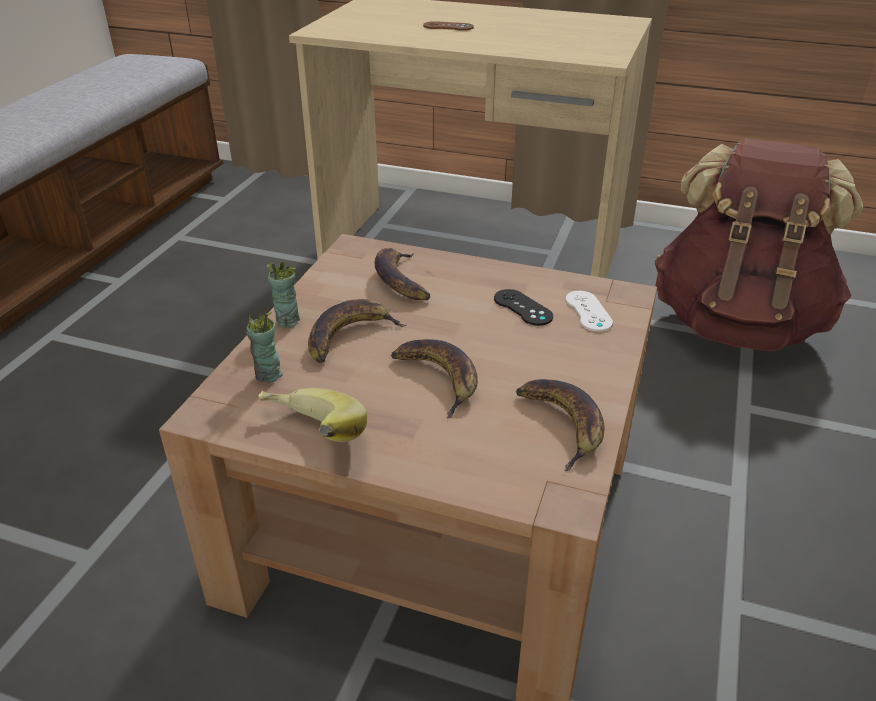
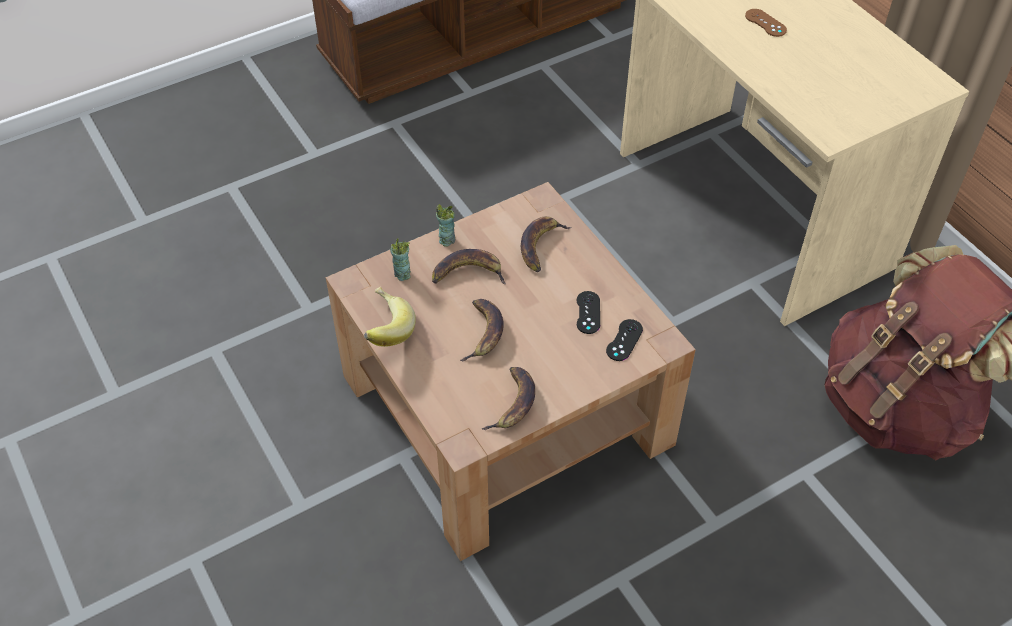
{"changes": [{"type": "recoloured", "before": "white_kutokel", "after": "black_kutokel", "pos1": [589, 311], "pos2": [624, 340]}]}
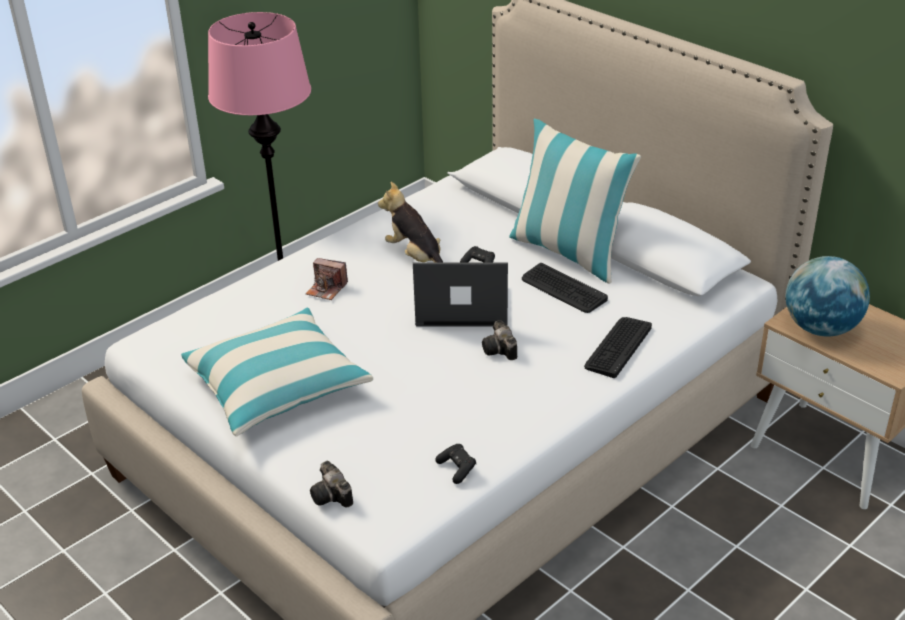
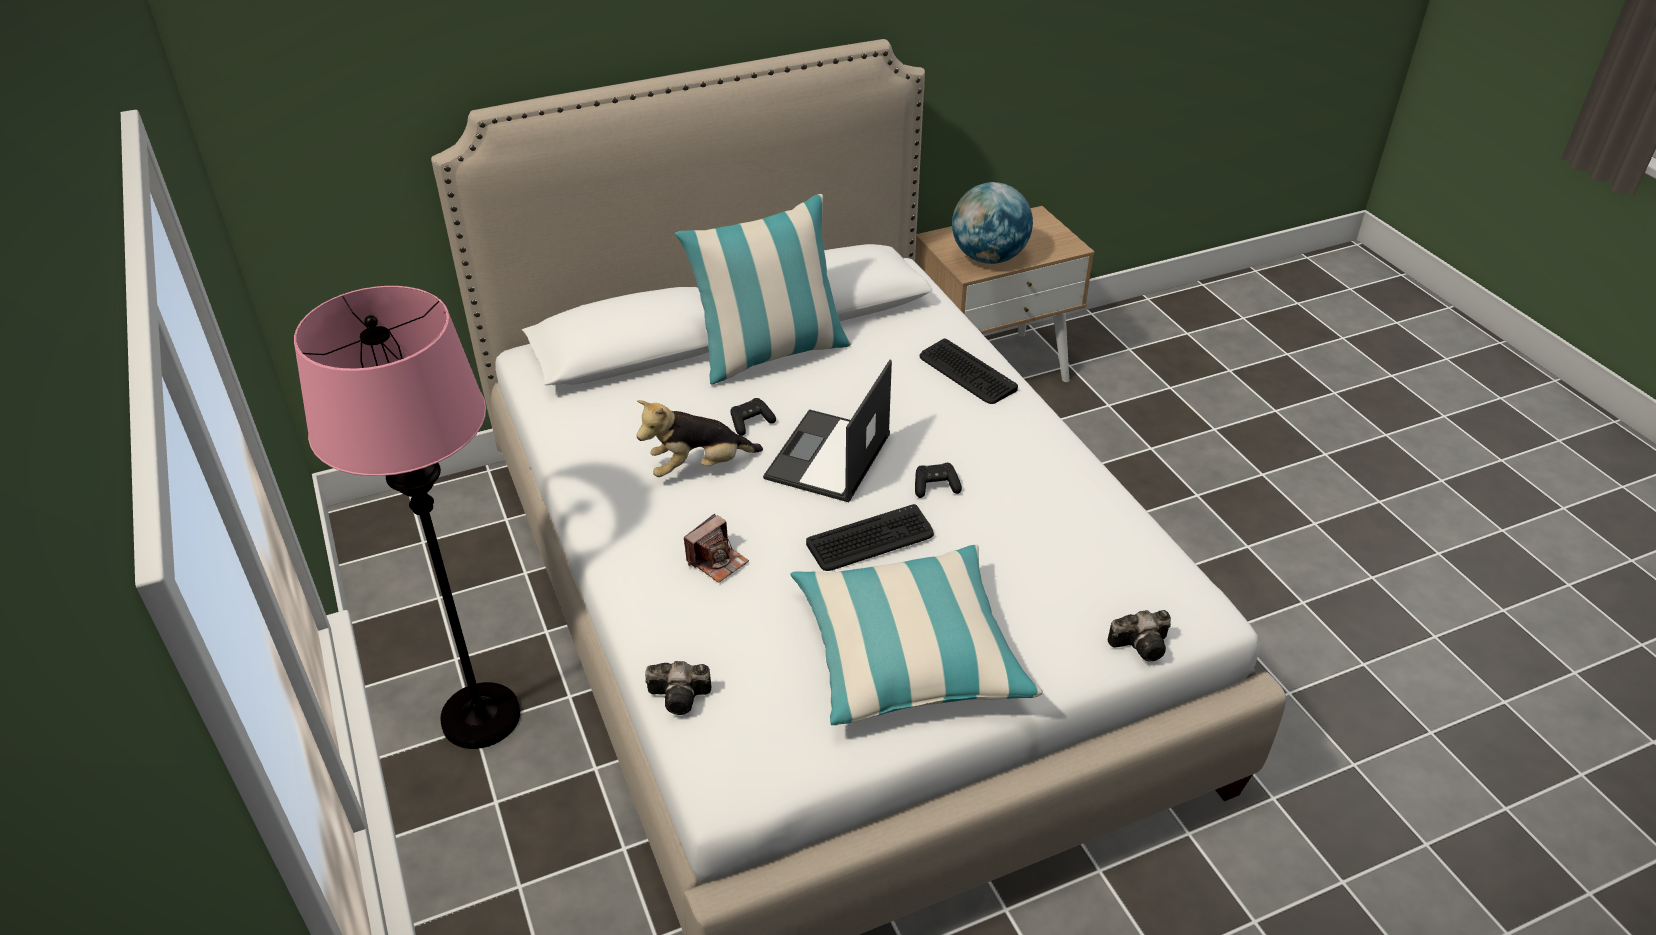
{"changes": [{"type": "moved", "before": "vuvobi", "pos1": [565, 288], "pos2": [870, 537]}, {"type": "moved", "before": "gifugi", "pos1": [499, 340], "pos2": [678, 688]}, {"type": "moved", "before": "black_kutokel", "pos1": [455, 464], "pos2": [938, 480]}]}
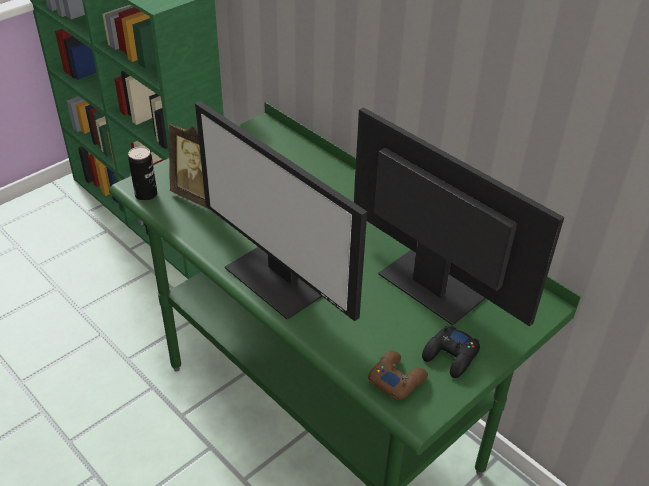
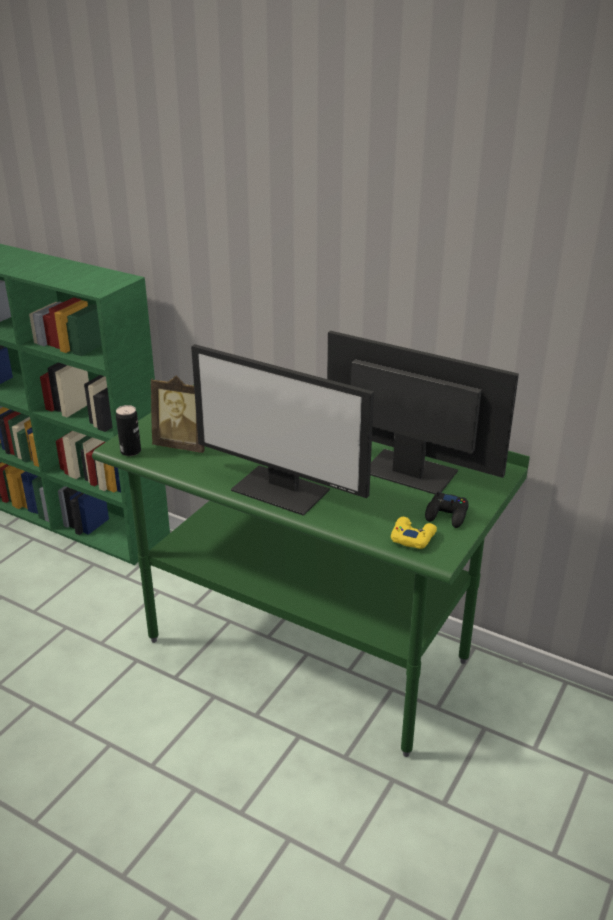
{"changes": [{"type": "recoloured", "before": "brown_kutokel", "after": "yellow_kutokel", "pos1": [398, 375], "pos2": [414, 533]}]}
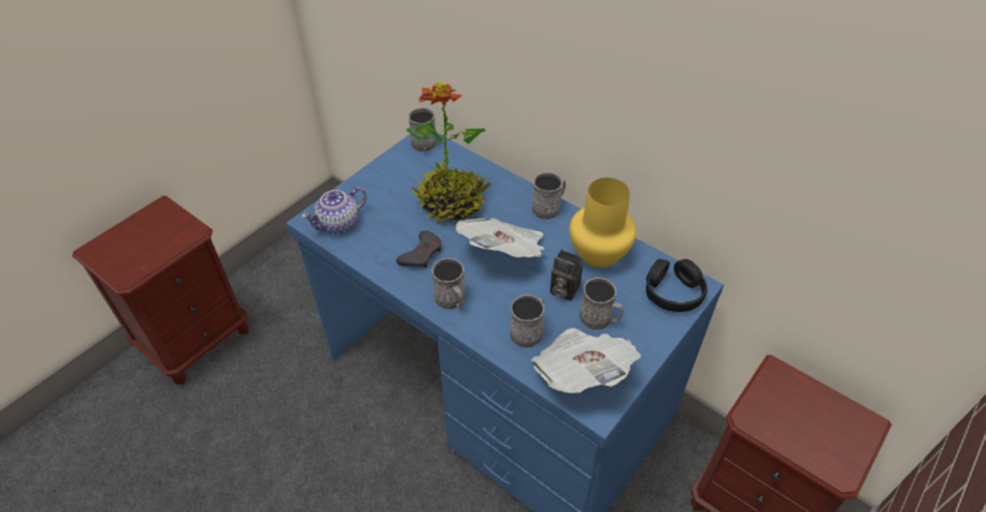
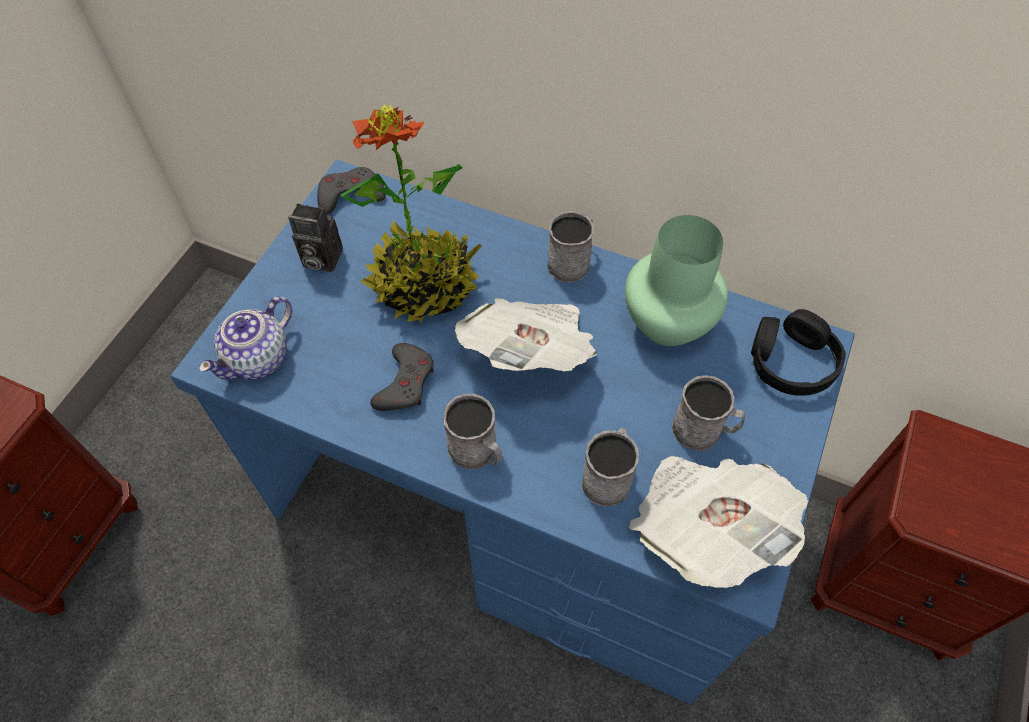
{"changes": [{"type": "replaced", "before": "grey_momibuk", "after": "grey_kutokel", "pos1": [422, 130], "pos2": [351, 190]}, {"type": "recoloured", "before": "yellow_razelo", "after": "green_razelo", "pos1": [602, 223], "pos2": [676, 280]}, {"type": "moved", "before": "gifugi", "pos1": [566, 275], "pos2": [315, 238]}]}
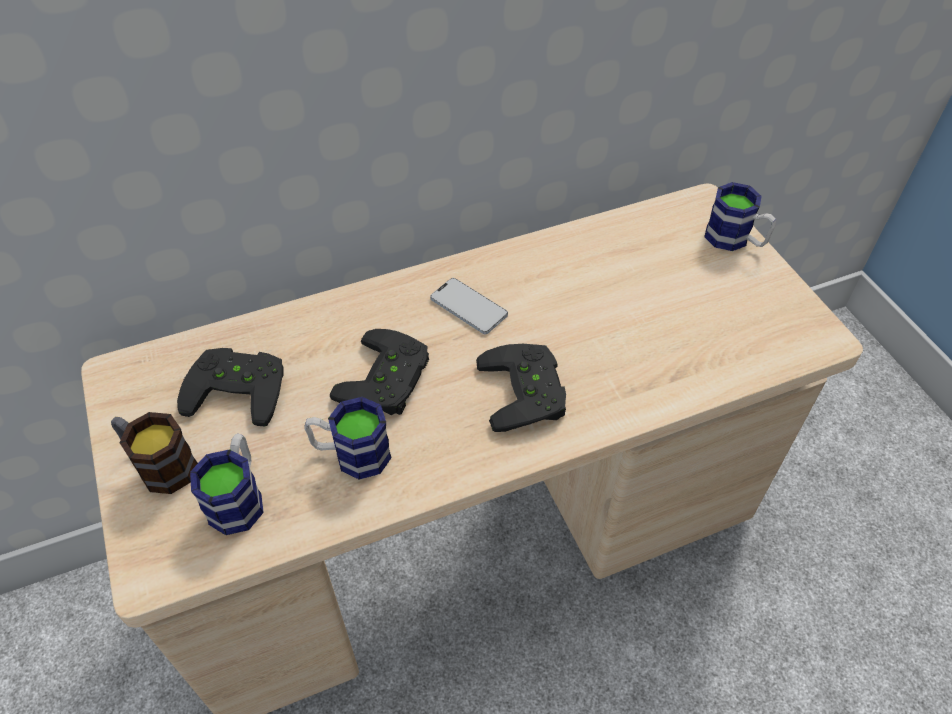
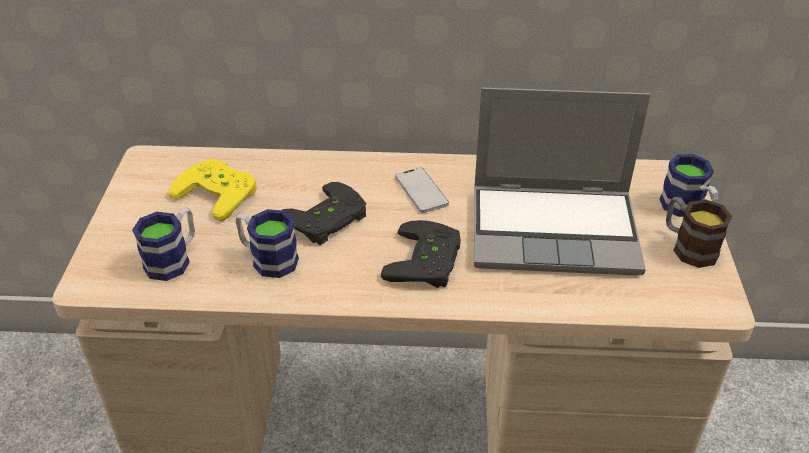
{"changes": [{"type": "recoloured", "before": "black_kutokel", "after": "yellow_kutokel", "pos1": [230, 387], "pos2": [213, 190]}, {"type": "moved", "before": "momibuk", "pos1": [154, 453], "pos2": [699, 232]}, {"type": "added", "after": "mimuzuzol", "pos2": [562, 181]}]}
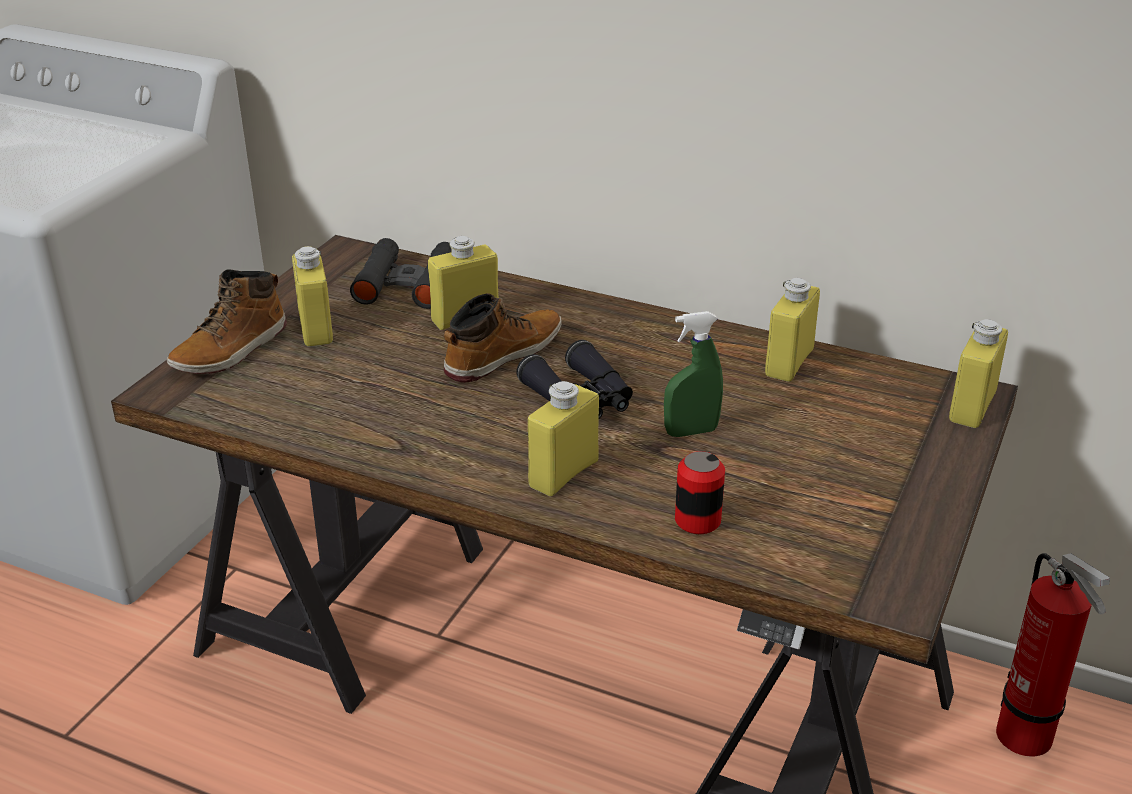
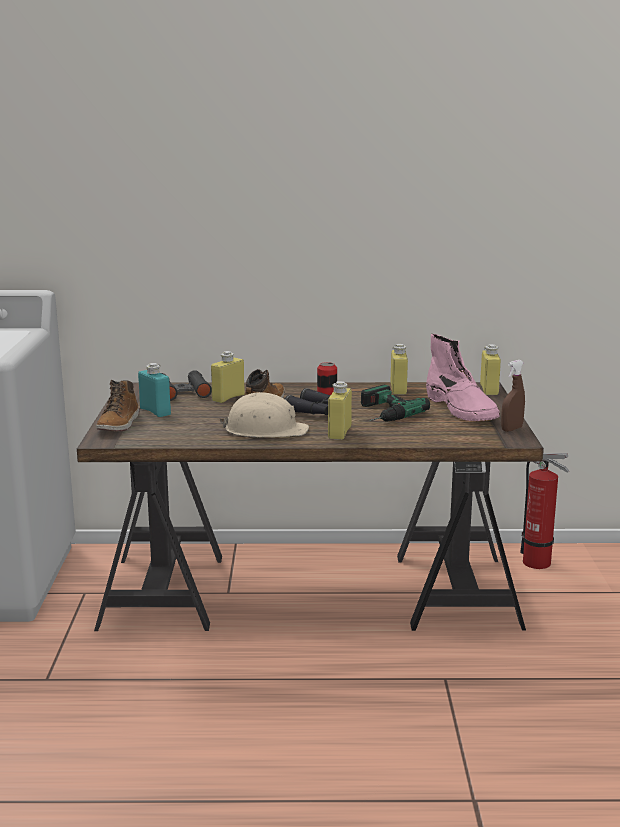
{"changes": [{"type": "recoloured", "before": "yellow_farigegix", "after": "turquoise_farigegix", "pos1": [312, 296], "pos2": [154, 390]}, {"type": "replaced", "before": "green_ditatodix", "after": "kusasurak", "pos1": [693, 374], "pos2": [395, 403]}, {"type": "moved", "before": "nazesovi", "pos1": [700, 492], "pos2": [327, 378]}, {"type": "added", "after": "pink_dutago", "pos2": [463, 377]}, {"type": "added", "after": "brown_ditatodix", "pos2": [513, 396]}, {"type": "added", "after": "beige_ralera", "pos2": [264, 414]}]}
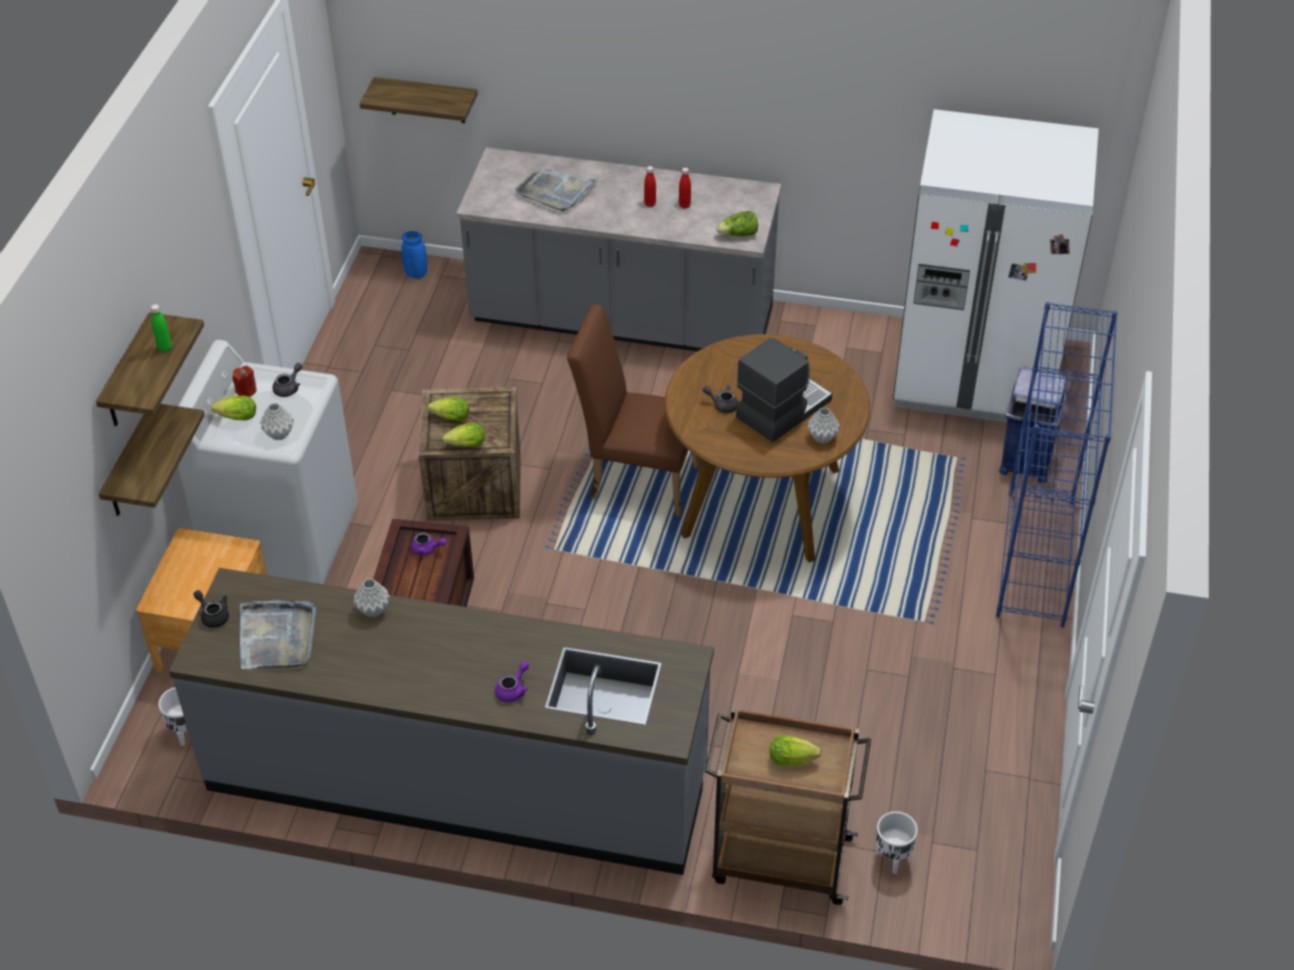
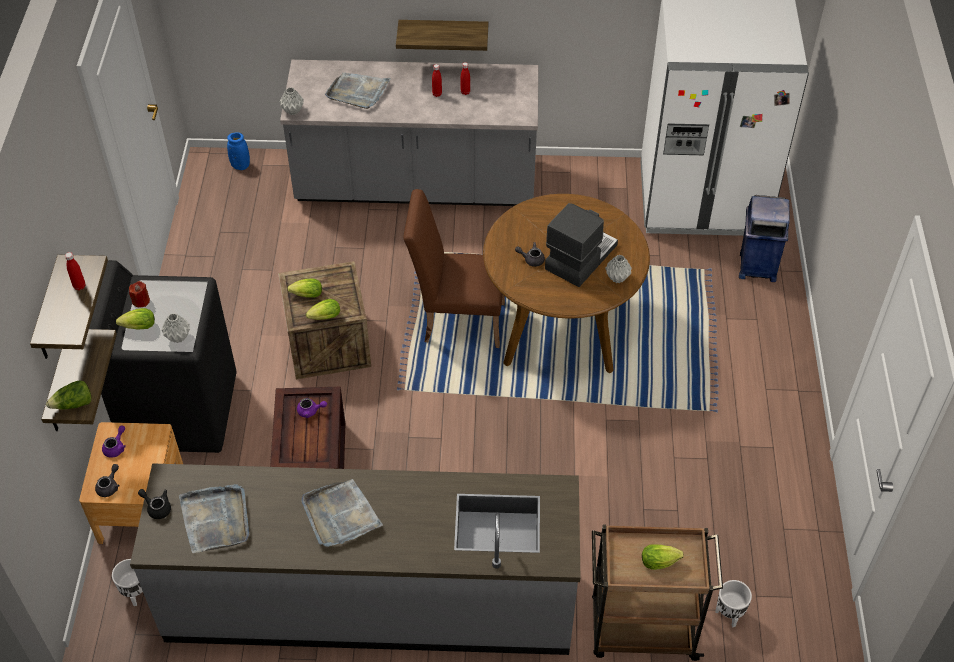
{"changes": [{"type": "moved", "before": "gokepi", "pos1": [418, 100], "pos2": [442, 35]}, {"type": "moved", "before": "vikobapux", "pos1": [737, 224], "pos2": [68, 394]}, {"type": "removed", "before": "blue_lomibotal", "pos1": [1057, 464]}, {"type": "recoloured", "before": "green_farigegix", "after": "red_farigegix", "pos1": [161, 328], "pos2": [75, 271]}, {"type": "recoloured", "before": "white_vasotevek", "after": "black_vasotevek", "pos1": [268, 462], "pos2": [163, 356]}, {"type": "moved", "before": "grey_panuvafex", "pos1": [287, 380], "pos2": [107, 480]}, {"type": "moved", "before": "grey_razelo", "pos1": [372, 598], "pos2": [292, 101]}, {"type": "moved", "before": "purple_panuvafex", "pos1": [512, 681], "pos2": [114, 441]}, {"type": "added", "after": "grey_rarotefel", "pos2": [342, 513]}]}
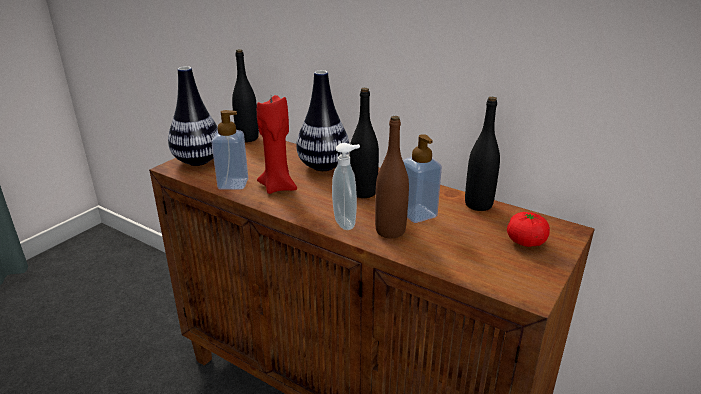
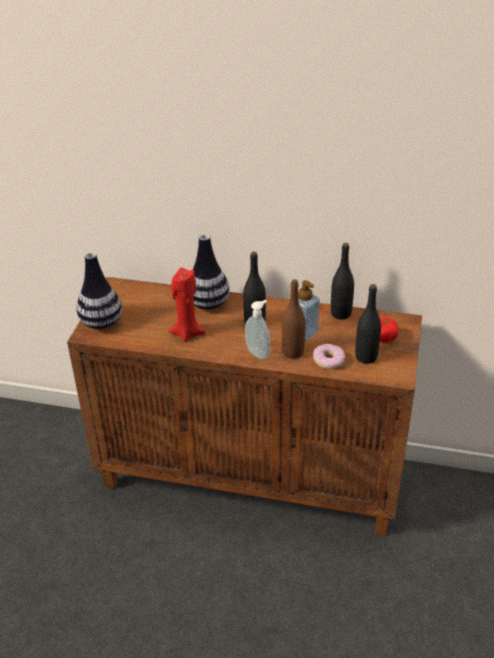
{"changes": [{"type": "moved", "before": "black_farigegix", "pos1": [245, 95], "pos2": [368, 324]}, {"type": "removed", "before": "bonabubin", "pos1": [229, 150]}, {"type": "added", "after": "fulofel", "pos2": [329, 356]}]}
